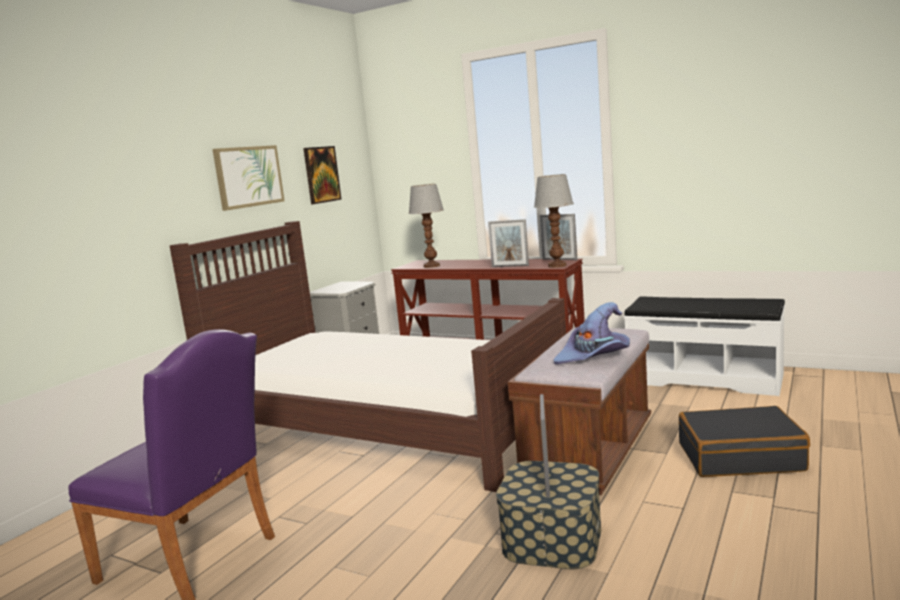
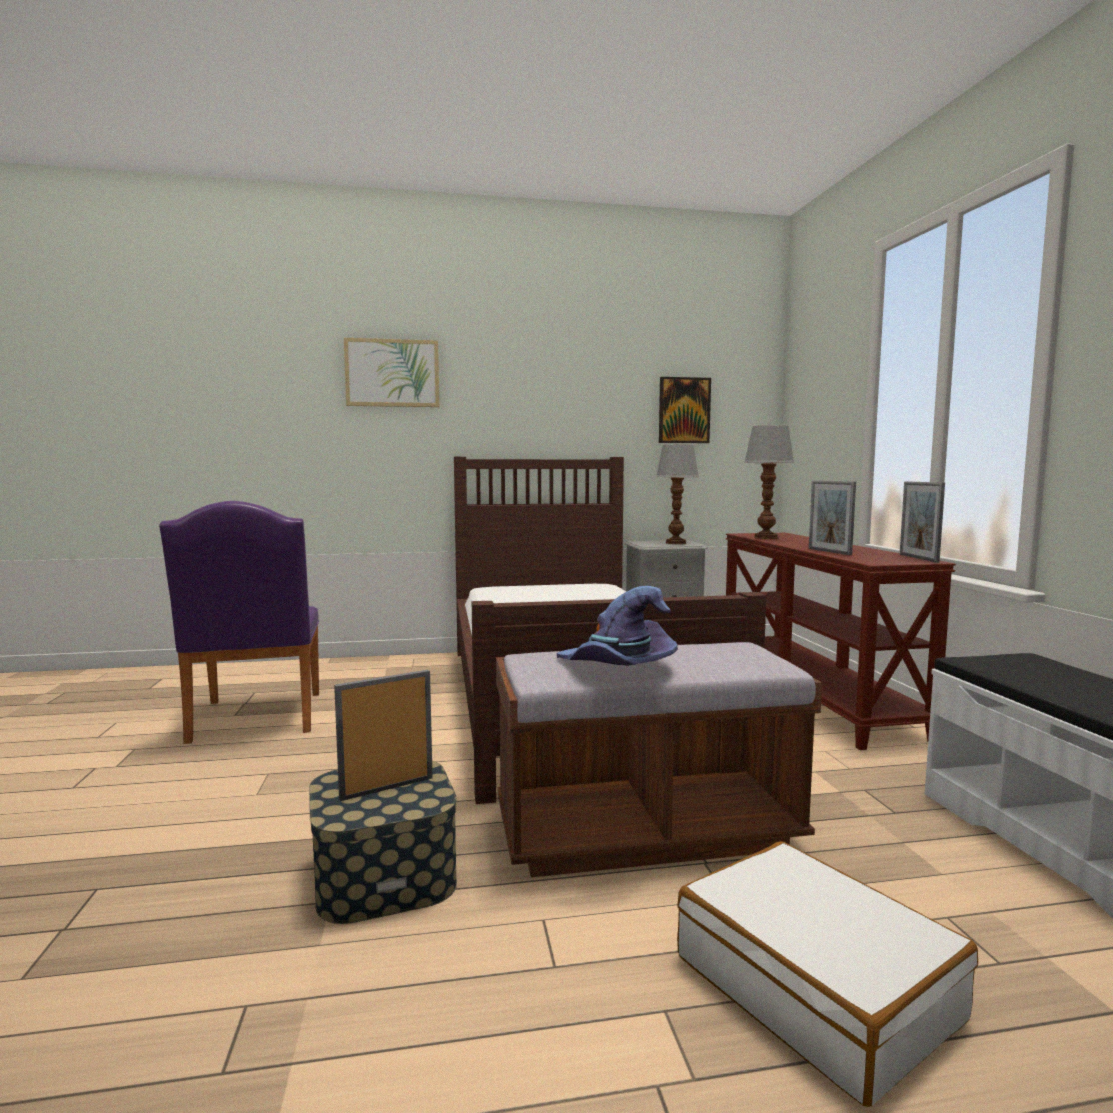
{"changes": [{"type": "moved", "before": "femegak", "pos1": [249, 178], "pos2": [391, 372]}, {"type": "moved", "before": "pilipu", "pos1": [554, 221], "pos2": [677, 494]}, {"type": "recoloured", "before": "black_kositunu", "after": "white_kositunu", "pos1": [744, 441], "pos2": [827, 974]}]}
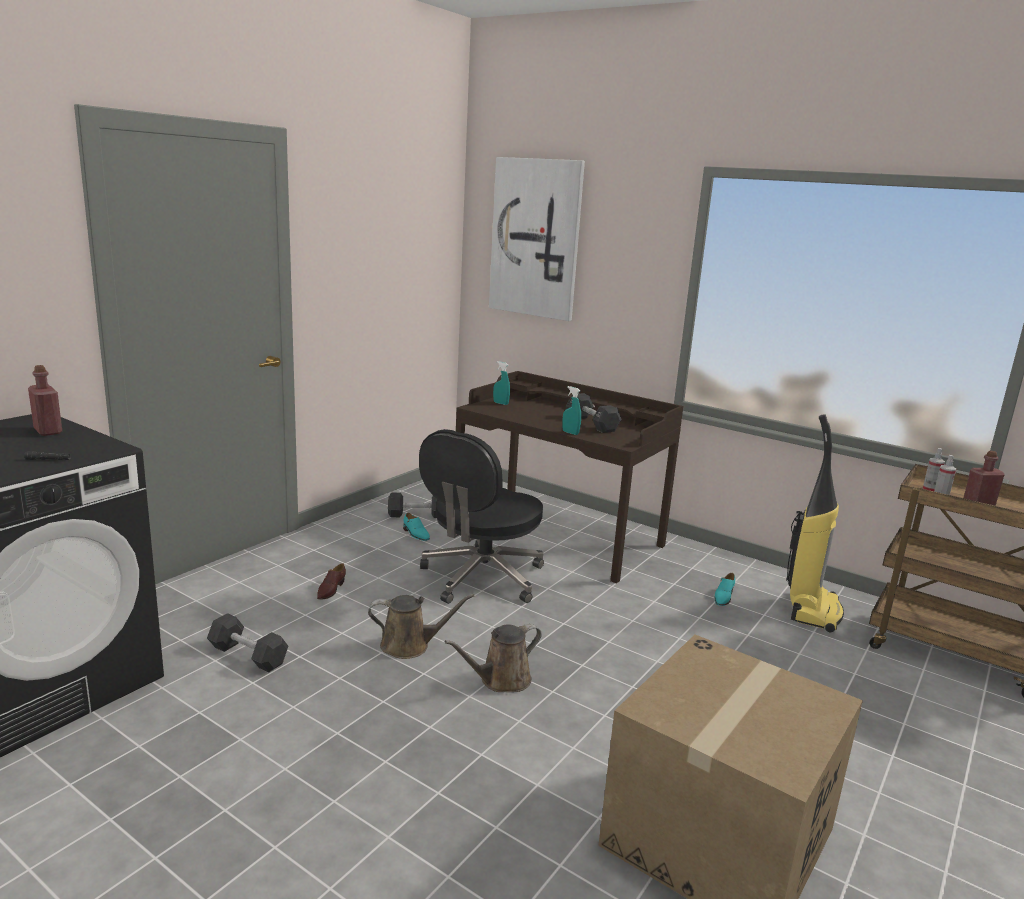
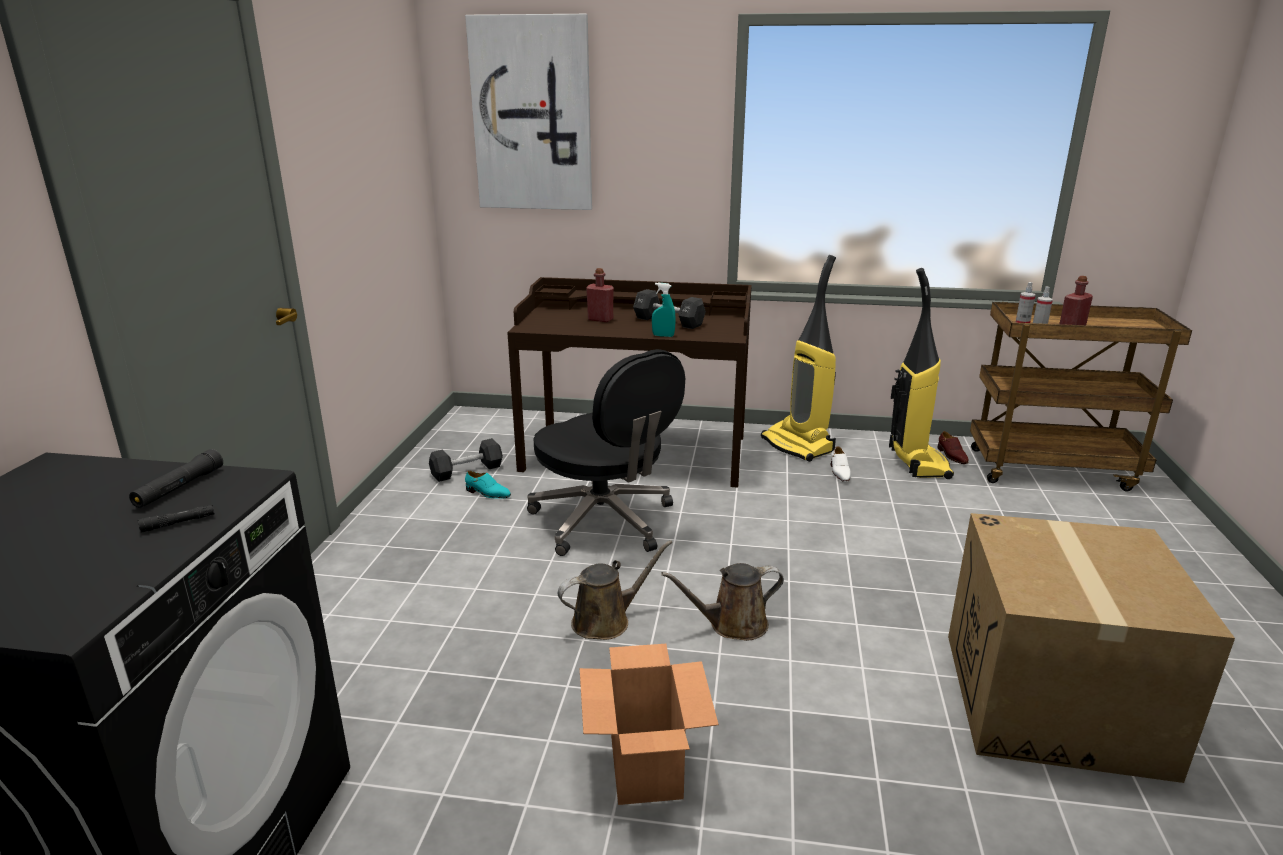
{"changes": [{"type": "removed", "before": "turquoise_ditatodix", "pos1": [501, 383]}, {"type": "moved", "before": "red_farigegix", "pos1": [45, 400], "pos2": [600, 295]}, {"type": "turned", "before": "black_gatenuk", "pos1": [481, 516], "pos2": [606, 452], "turn": -45}, {"type": "moved", "before": "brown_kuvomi", "pos1": [331, 581], "pos2": [952, 447]}, {"type": "recoloured", "before": "turquoise_kuvomi", "after": "white_kuvomi", "pos1": [724, 589], "pos2": [841, 464]}, {"type": "removed", "before": "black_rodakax", "pos1": [247, 642]}, {"type": "turned", "before": "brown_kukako", "pos1": [493, 658], "pos2": [722, 602], "turn": 45}, {"type": "added", "after": "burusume", "pos2": [798, 358]}, {"type": "added", "after": "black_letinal", "pos2": [176, 478]}, {"type": "added", "after": "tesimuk", "pos2": [649, 724]}]}
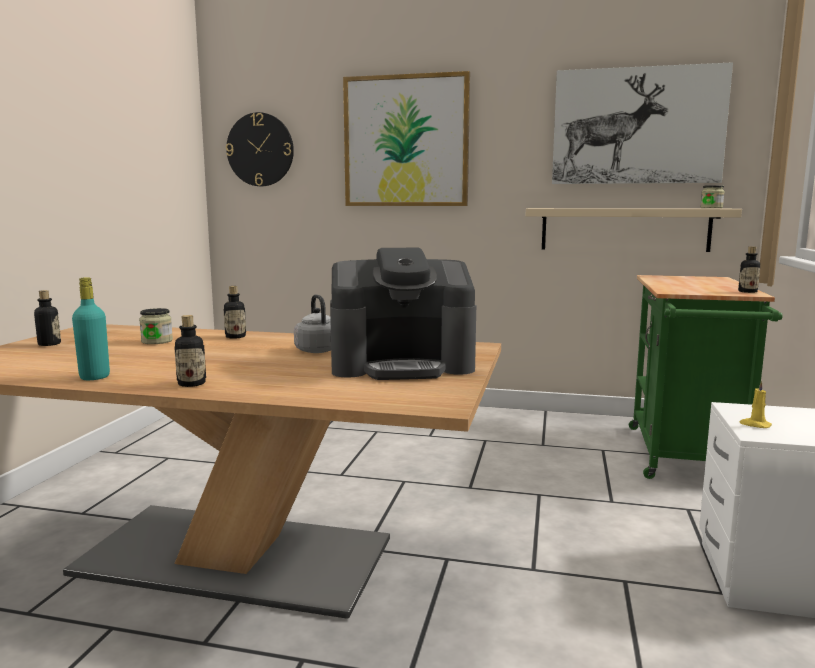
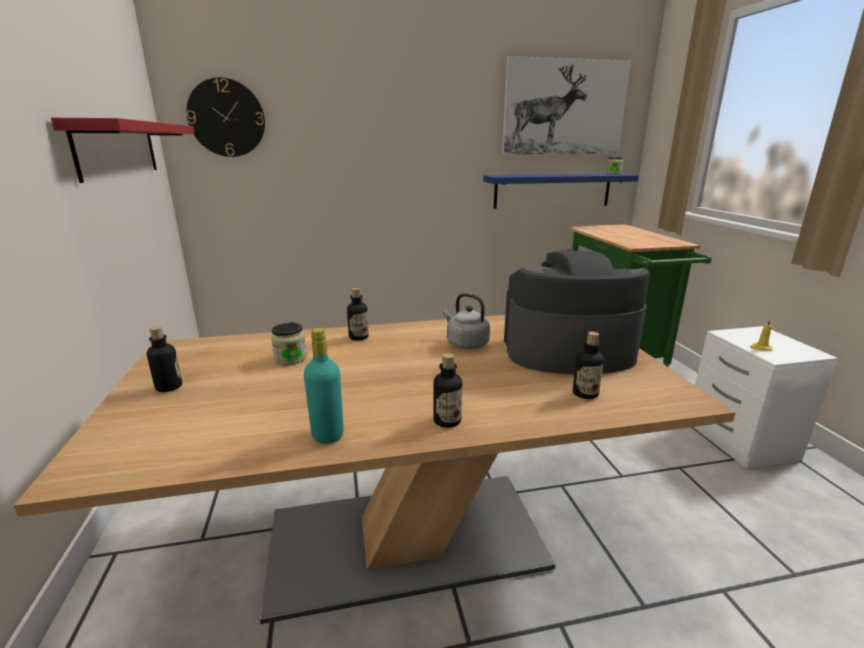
{"changes": [{"type": "removed", "before": "femegak", "pos1": [406, 138]}, {"type": "recoloured", "before": "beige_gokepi", "after": "blue_gokepi", "pos1": [634, 230], "pos2": [561, 191]}, {"type": "moved", "before": "farigegix", "pos1": [749, 269], "pos2": [588, 365]}, {"type": "turned", "before": "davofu", "pos1": [403, 314], "pos2": [577, 312], "turn": -150}, {"type": "added", "after": "red_gokepi", "pos2": [123, 150]}]}
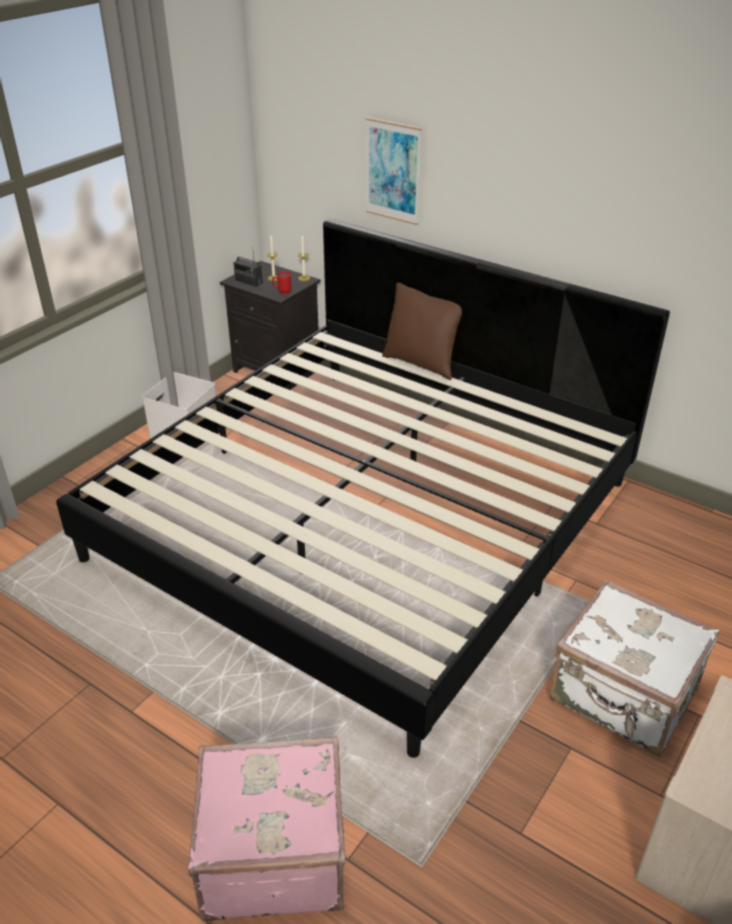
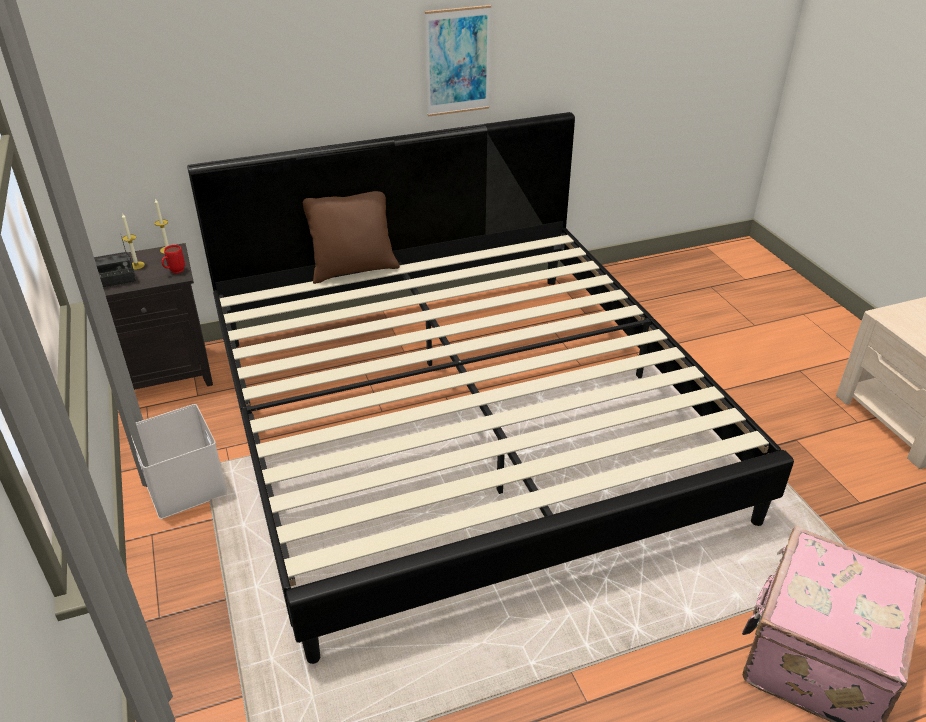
{"changes": [{"type": "moved", "before": "femegak", "pos1": [394, 171], "pos2": [458, 61]}, {"type": "removed", "before": "white_kositunu", "pos1": [634, 668]}]}
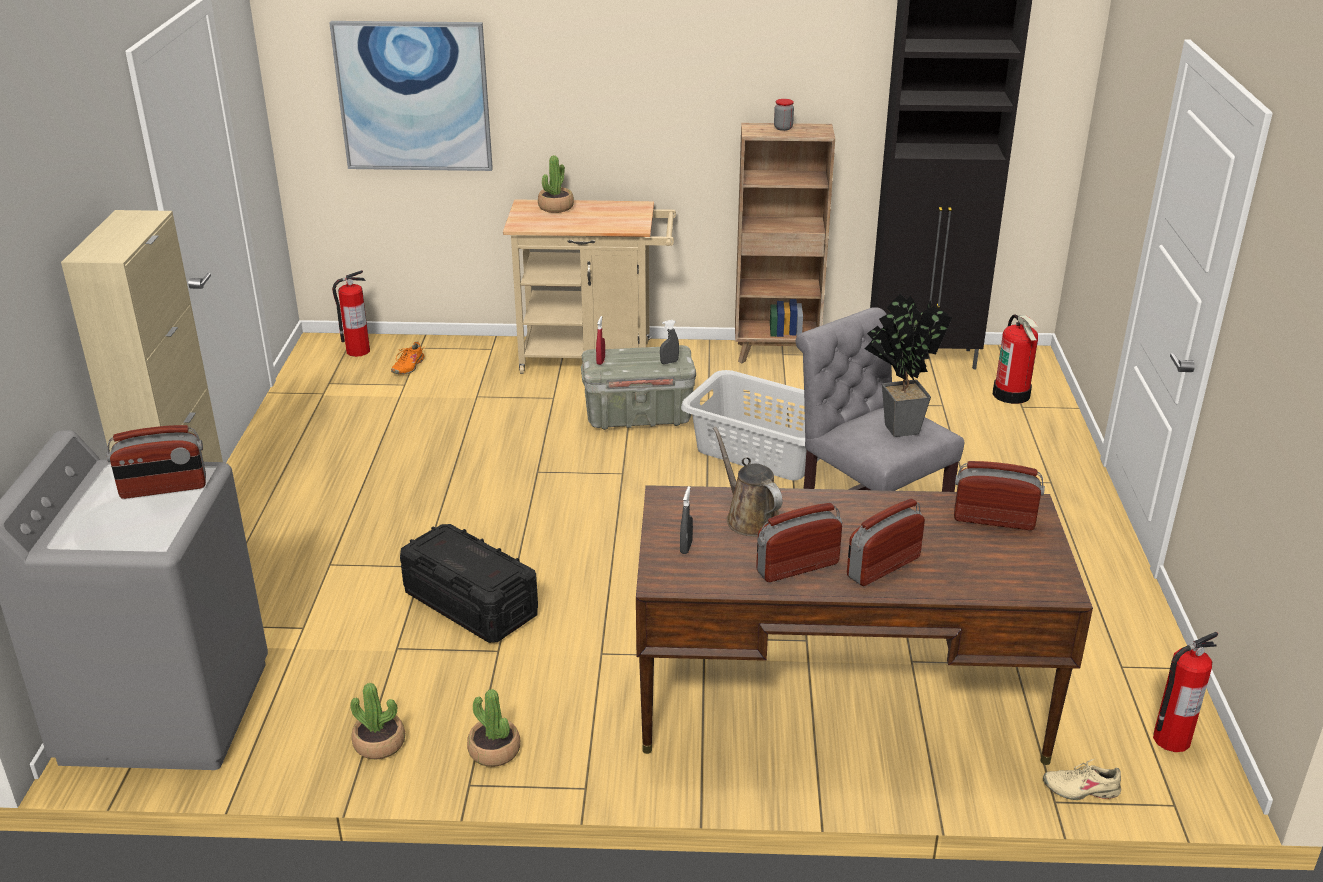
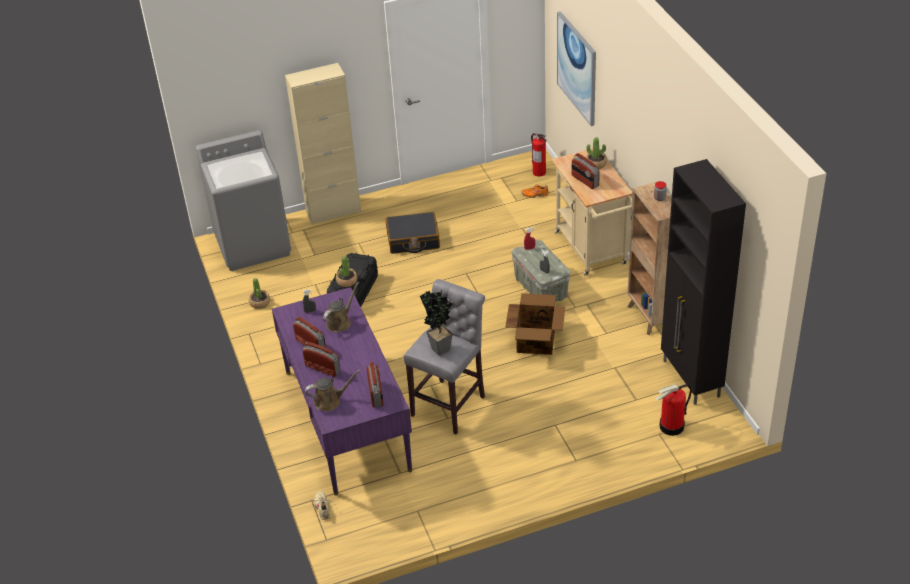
{"changes": [{"type": "replaced", "before": "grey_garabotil", "after": "tesimuk", "pos1": [750, 425], "pos2": [535, 324]}, {"type": "moved", "before": "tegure", "pos1": [156, 462], "pos2": [586, 171]}, {"type": "recoloured", "before": "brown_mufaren", "after": "purple_mufaren", "pos1": [864, 625], "pos2": [342, 391]}, {"type": "removed", "before": "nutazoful", "pos1": [1185, 692]}, {"type": "moved", "before": "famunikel", "pos1": [493, 728], "pos2": [346, 271]}, {"type": "added", "after": "black_kositunu", "pos2": [413, 233]}, {"type": "added", "after": "brown_kukako", "pos2": [332, 390]}]}
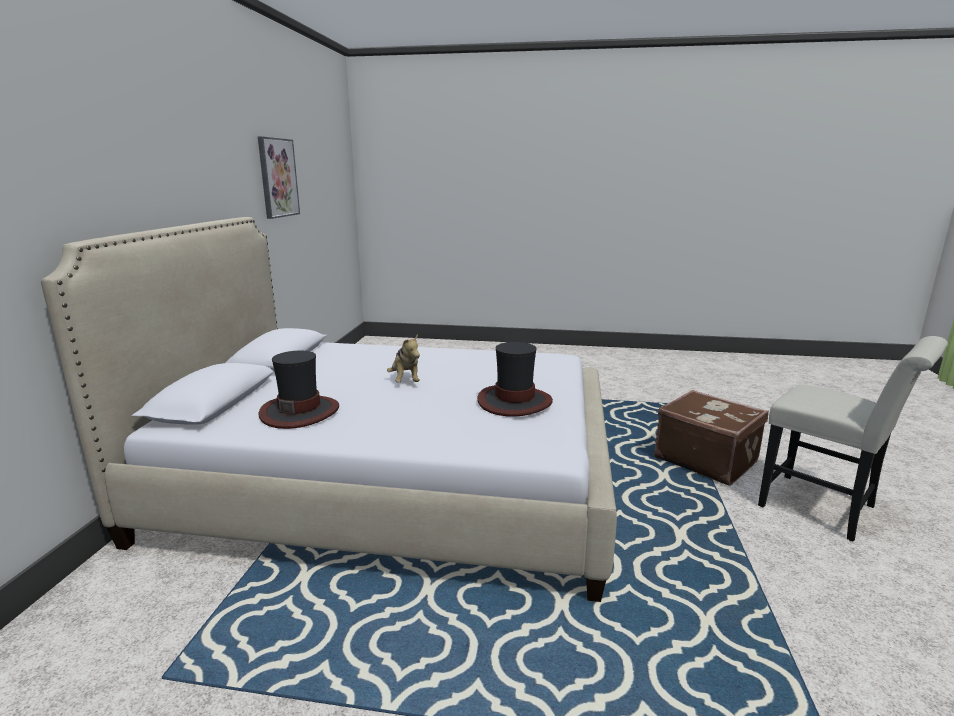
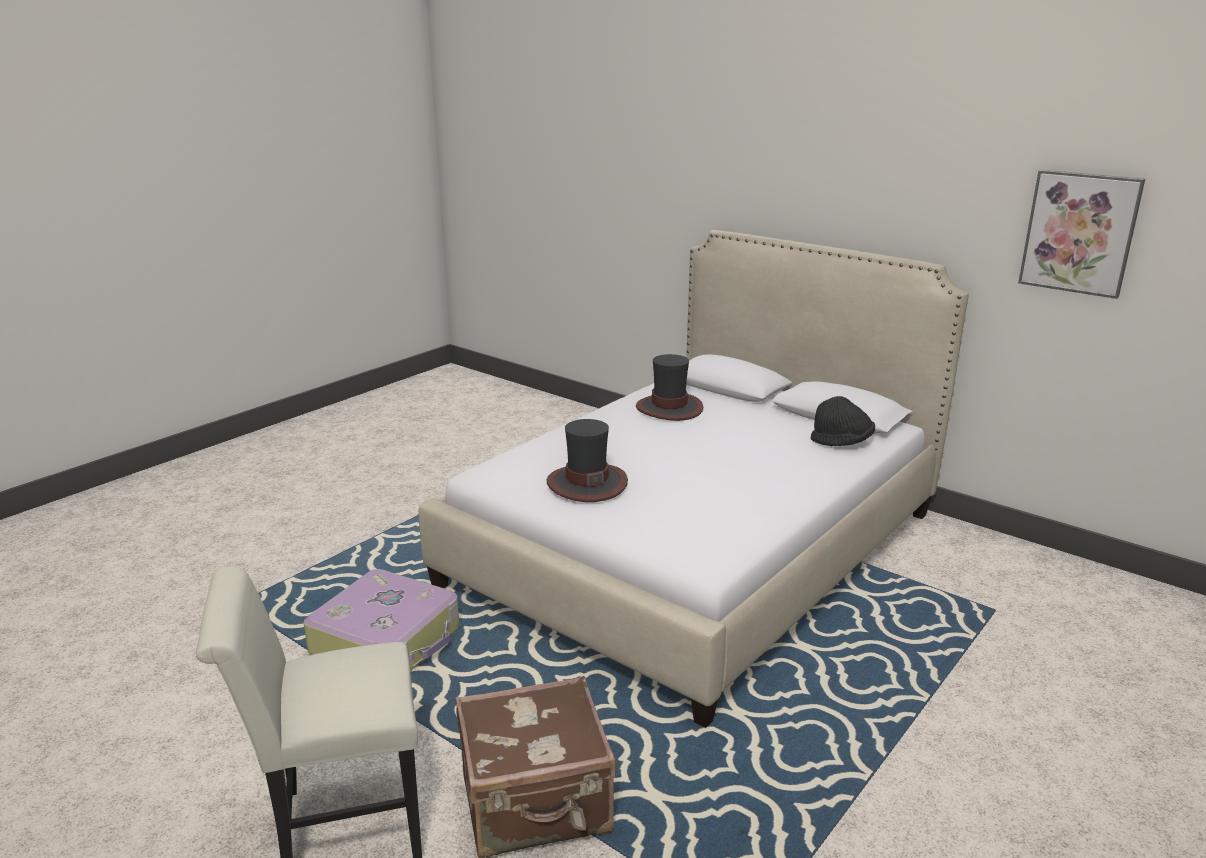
{"changes": [{"type": "removed", "before": "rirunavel", "pos1": [403, 358]}, {"type": "added", "after": "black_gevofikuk", "pos2": [843, 421]}, {"type": "added", "after": "kositunu", "pos2": [381, 620]}]}
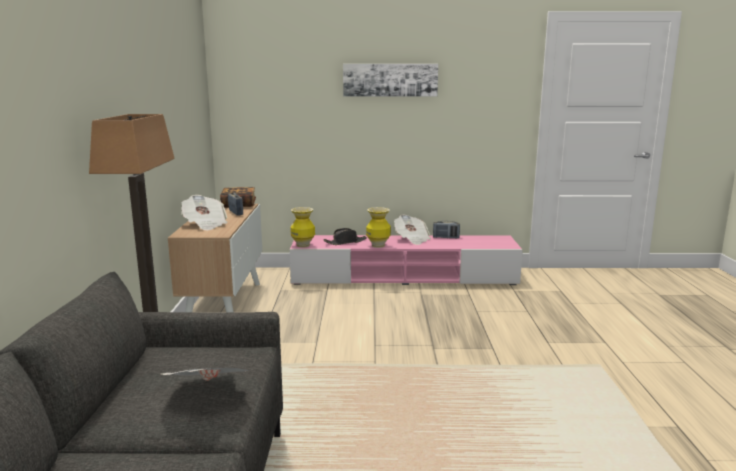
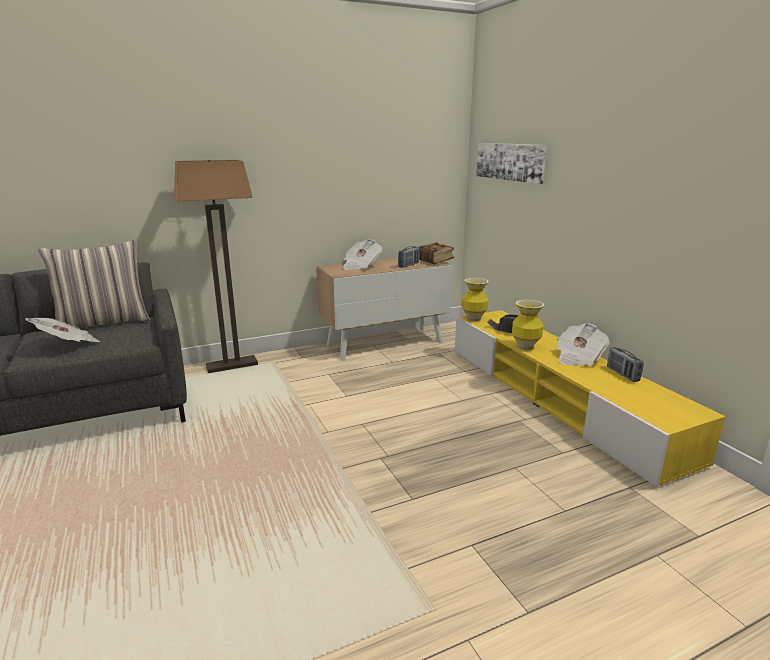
{"changes": [{"type": "moved", "before": "femegak", "pos1": [390, 80], "pos2": [511, 163]}, {"type": "recoloured", "before": "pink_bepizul", "after": "yellow_bepizul", "pos1": [406, 260], "pos2": [590, 398]}, {"type": "added", "after": "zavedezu", "pos2": [94, 284]}]}
